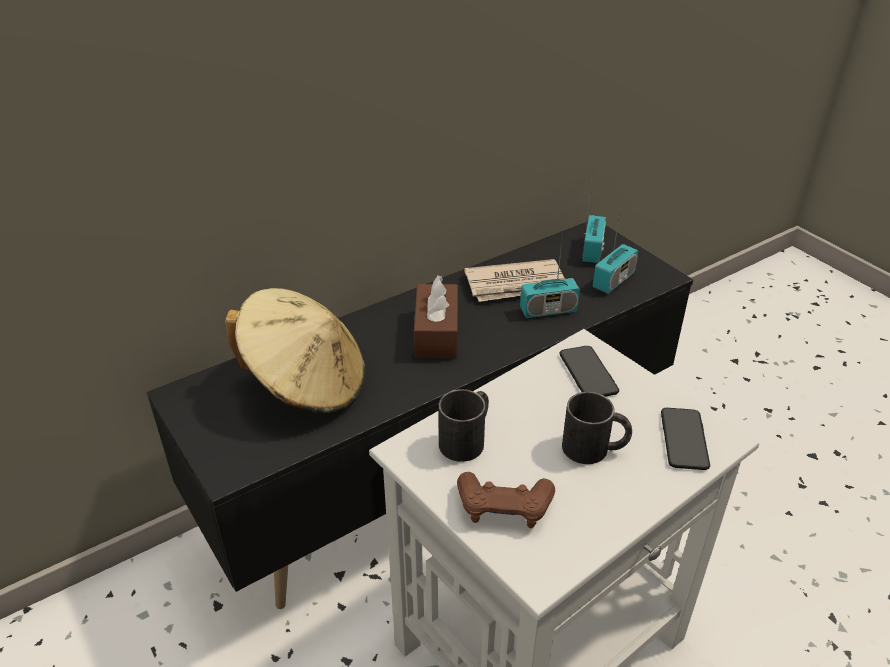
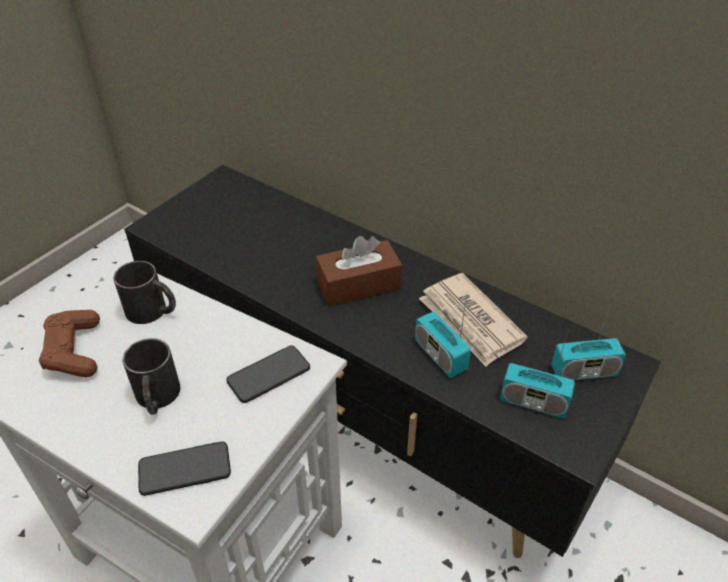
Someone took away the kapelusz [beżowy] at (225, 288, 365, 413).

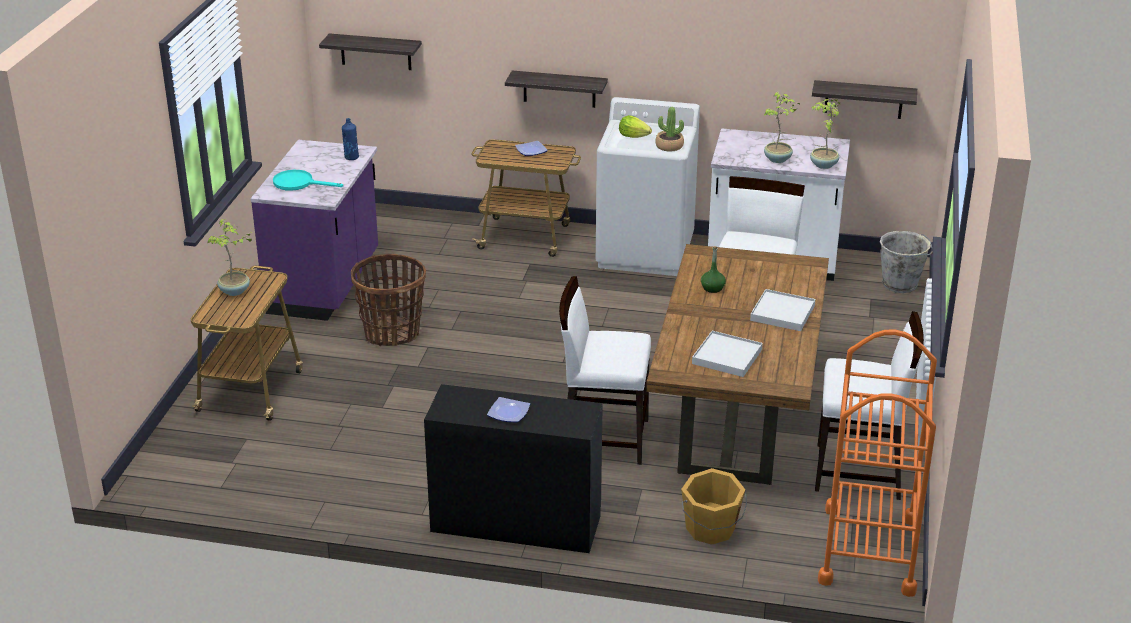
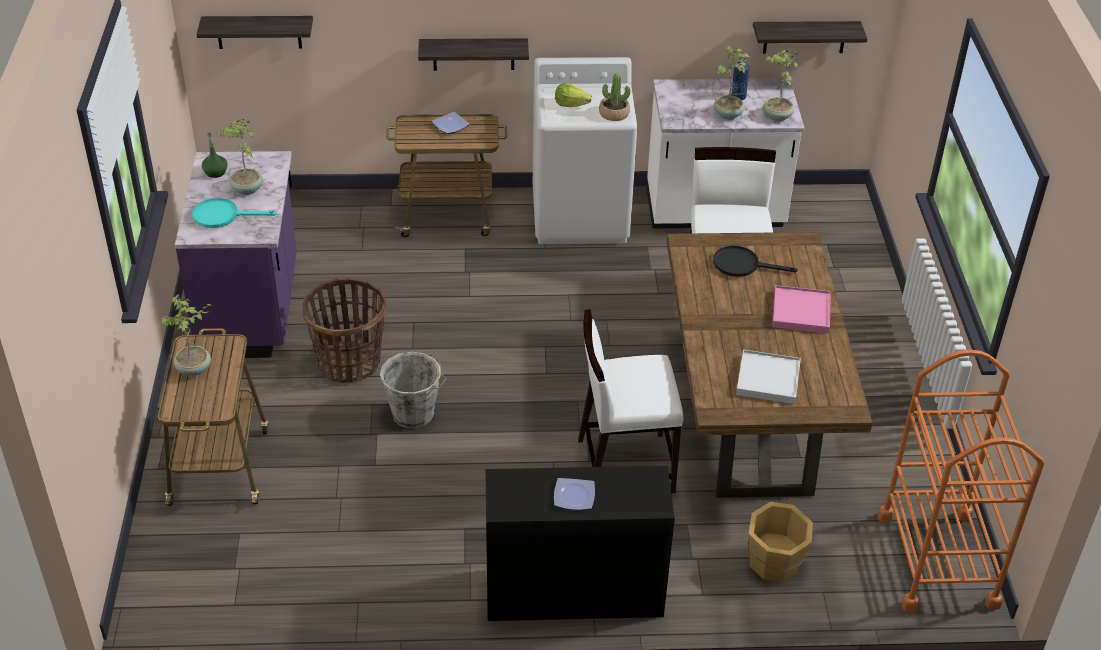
Someone carried the butelka [niebieski] from (342, 118, 359, 160) to (731, 57, 749, 100).
Someone carried the wiadro [szary] from (879, 231, 933, 293) to (380, 352, 447, 428).
Someone carried the butelka [zielony] from (701, 246, 726, 293) to (202, 132, 228, 178).
Someone repainted the taca [biały] at (750, 289, 815, 331), which became the taca [różowy] at (772, 285, 831, 334).
Someone took away the krzesło [biały] at (815, 311, 924, 500).
Someone put down the roślina doniczkowa at (216, 118, 263, 195).
Someone put down the patelnia [czarny] at (713, 246, 798, 277).

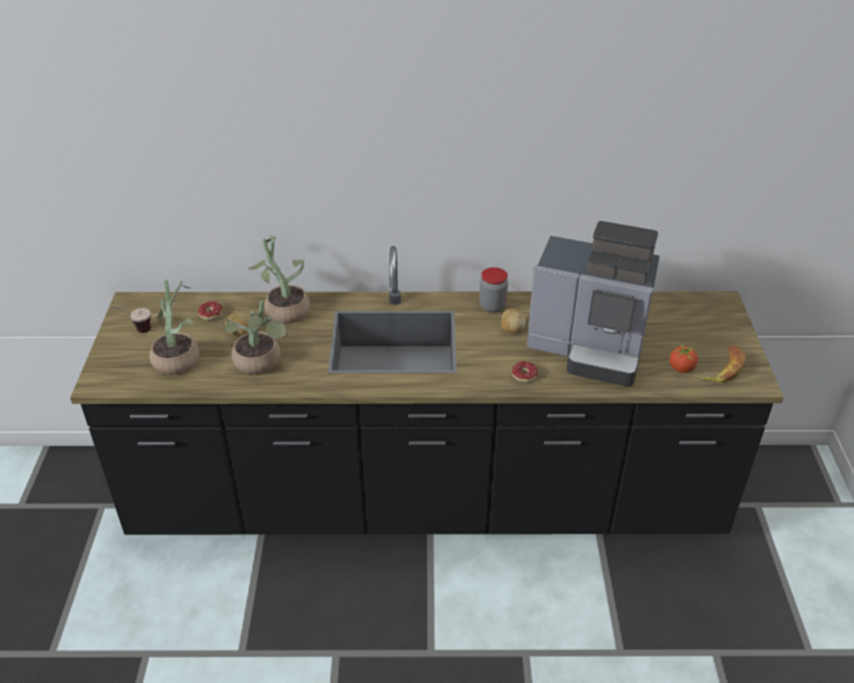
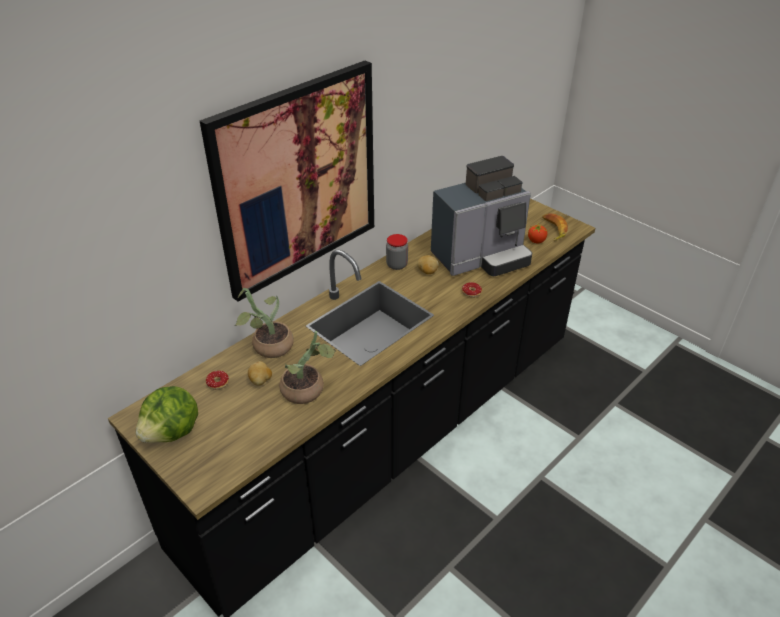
Someone took away the roślina doniczkowa at (149, 280, 200, 375).
Someone swapped the filiżanka at (110, 306, 151, 333) for the sałata at (135, 386, 198, 443).
Someone put up the obraz at (200, 61, 374, 302).

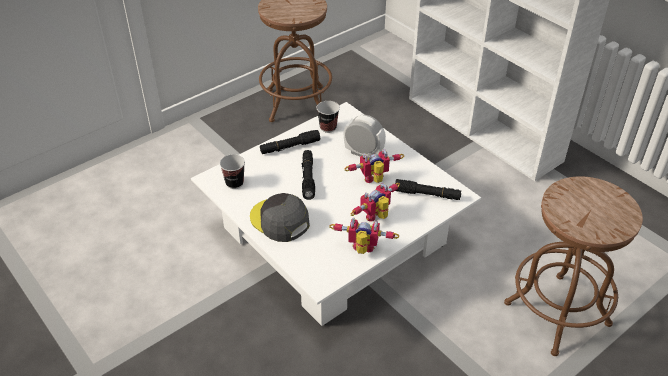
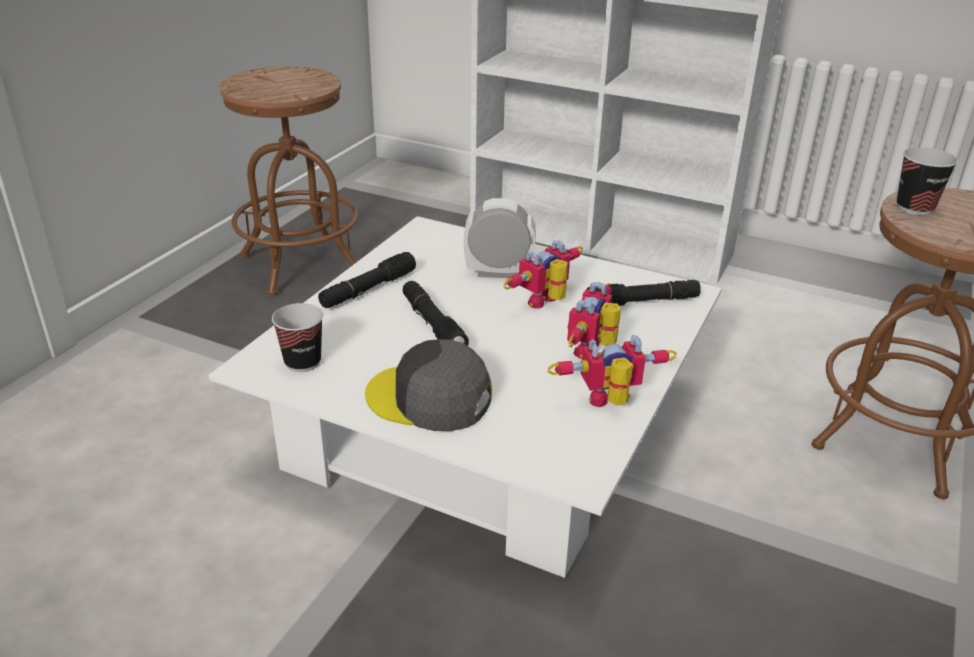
Someone carried the filiżanka from (317, 101, 340, 133) to (897, 147, 958, 215).

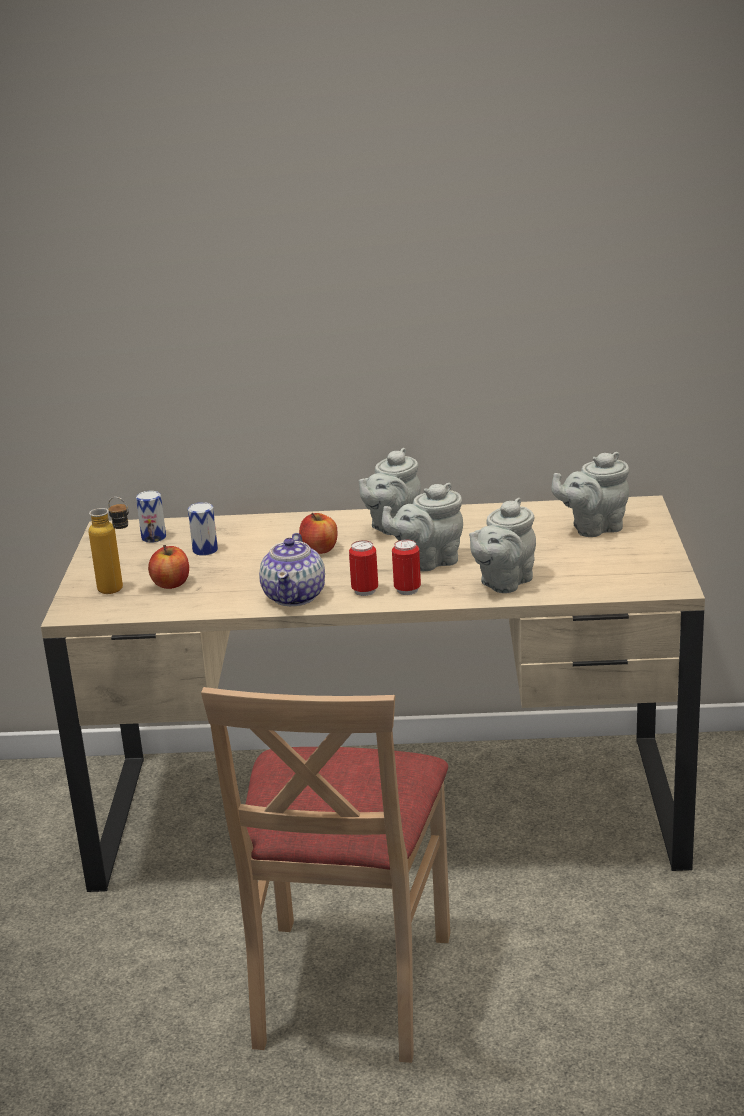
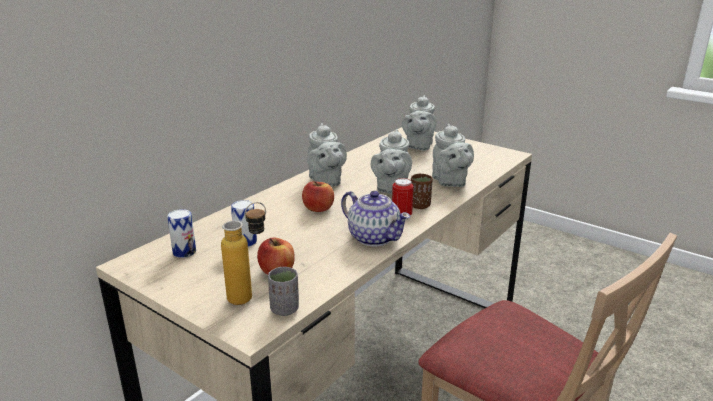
Someone swapped the puszka at (392, 539, 421, 595) for the filiżanka [brązowy] at (411, 174, 433, 209).
Someone put down the filiżanka [szary] at (268, 267, 299, 316).

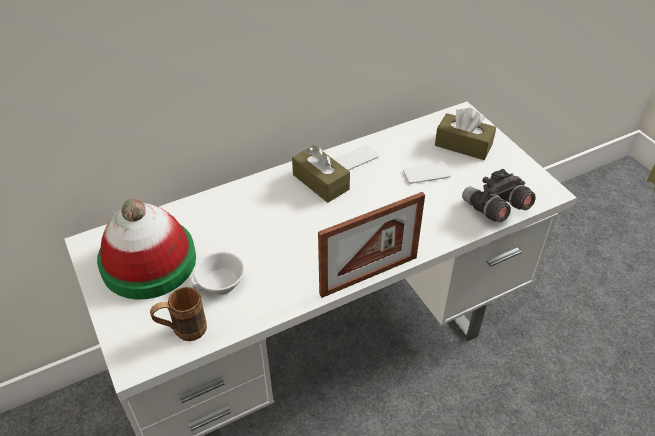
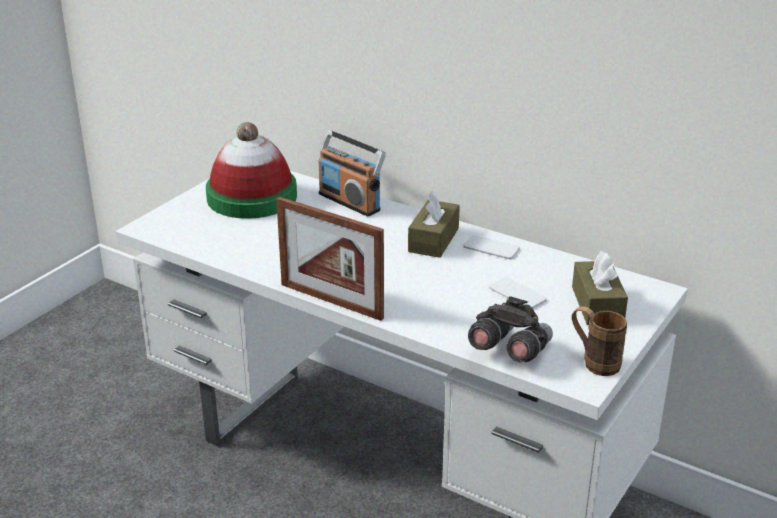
Someone took away the filiżanka [biały] at (187, 251, 245, 295).
Someone carried the kubek [brązowy] from (150, 287, 207, 341) to (572, 306, 627, 376).
Someone put down the radio at (319, 130, 386, 216).

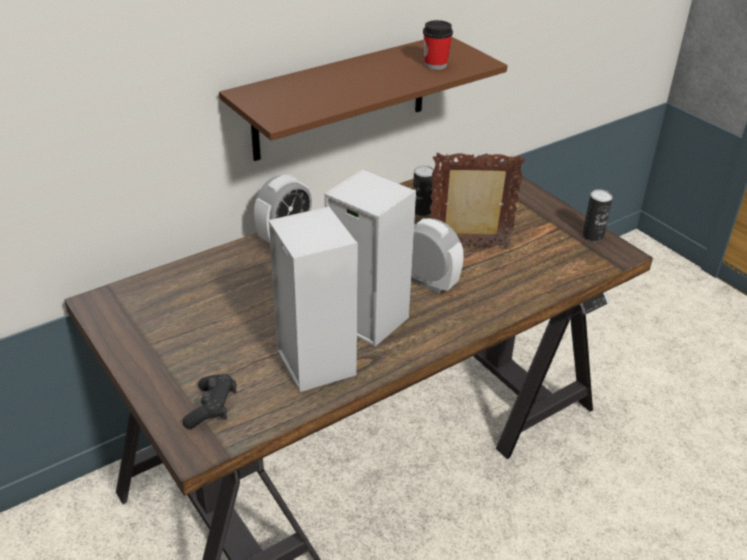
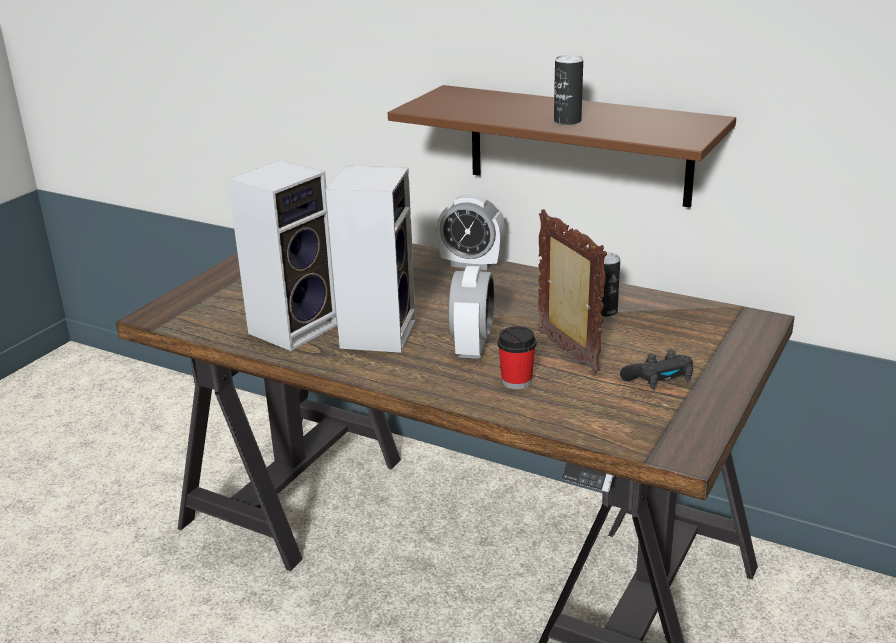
Someone carried the filiżanka from (423, 20, 453, 70) to (497, 326, 536, 389).
Someone carried the puszka from (583, 189, 613, 241) to (554, 55, 583, 125).
Someone carried the pad do gier [czarny] from (183, 374, 237, 429) to (620, 350, 693, 389).

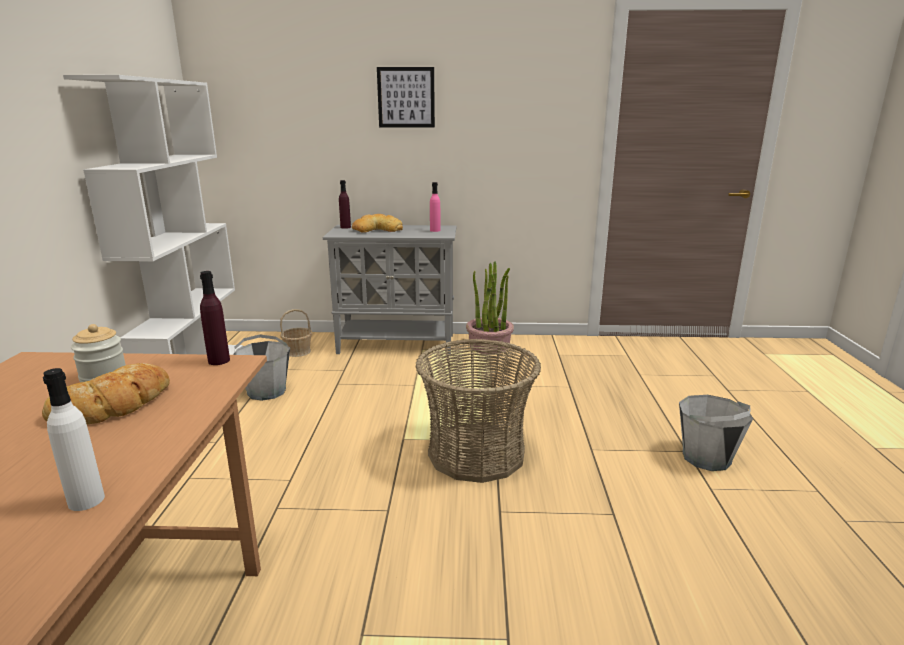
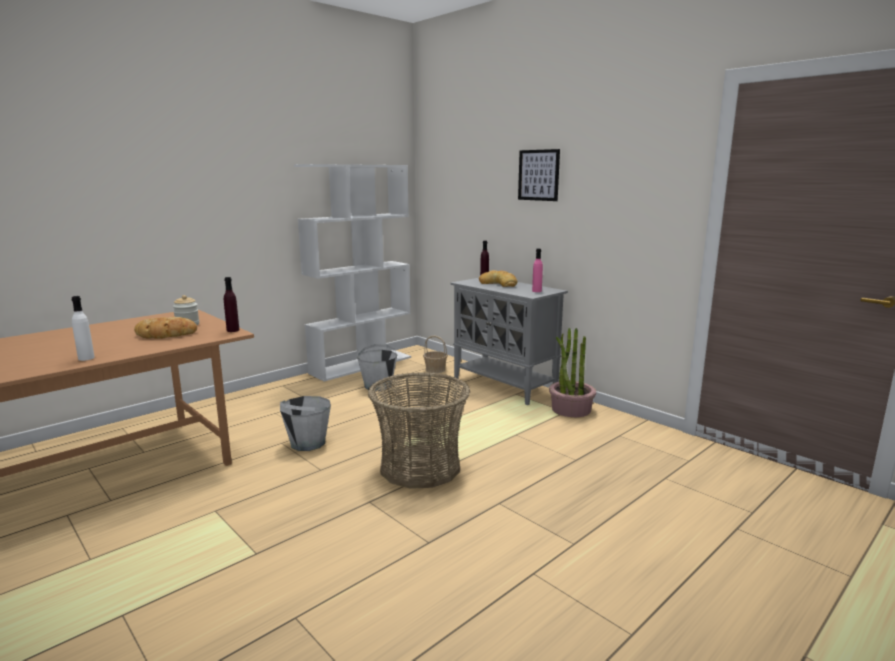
Someone carried the wiadro [szary] from (679, 395, 753, 471) to (280, 396, 331, 451).

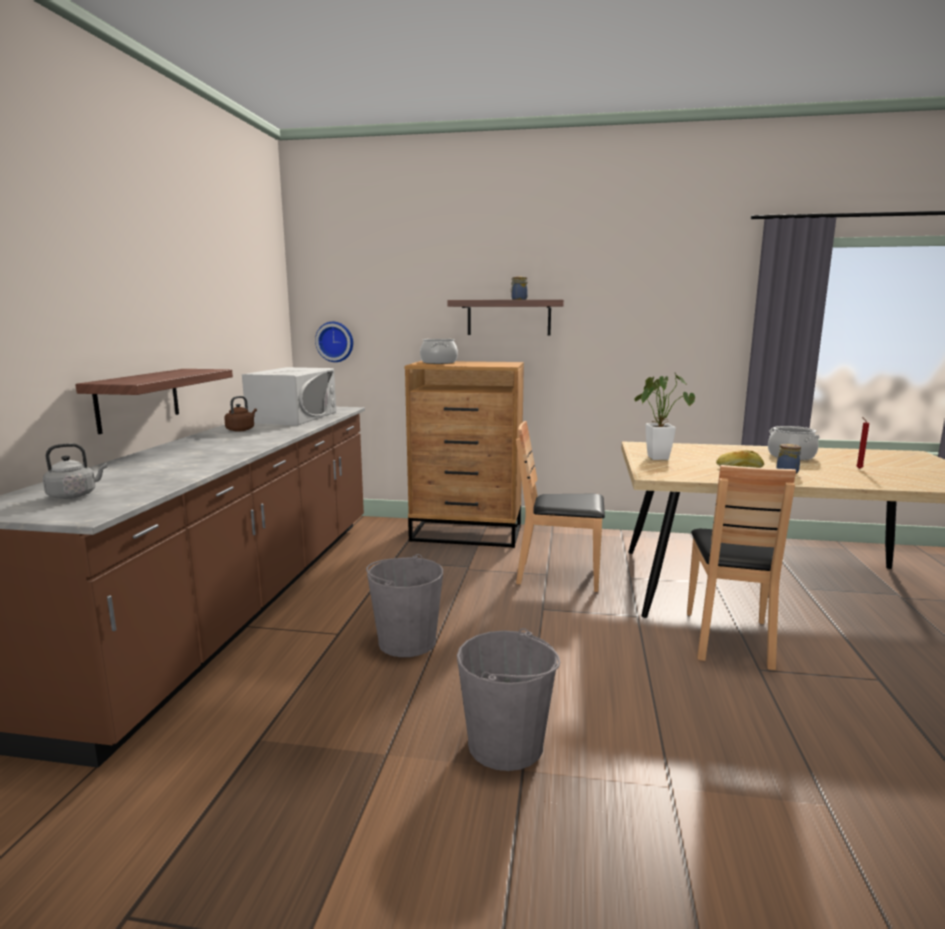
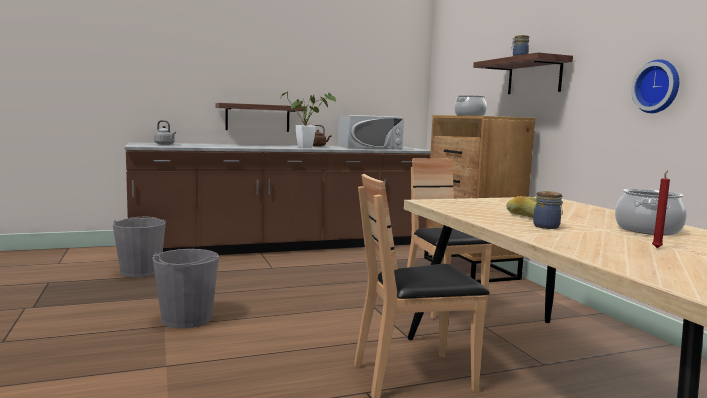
Someone carried the zegar ścienny from (315, 322, 353, 362) to (631, 59, 679, 113).
Someone carried the roślina doniczkowa from (634, 373, 695, 460) to (281, 91, 336, 148).
Someone carried the wiadro [szary] from (366, 554, 443, 657) to (113, 217, 166, 278).

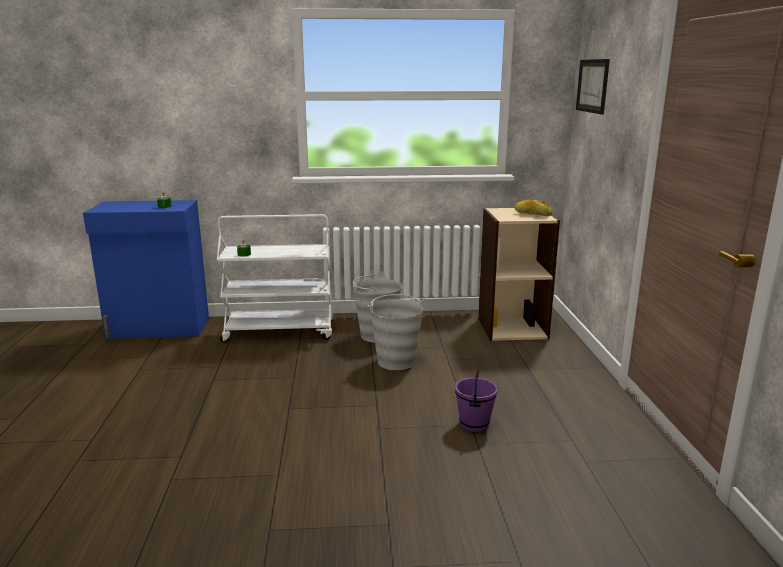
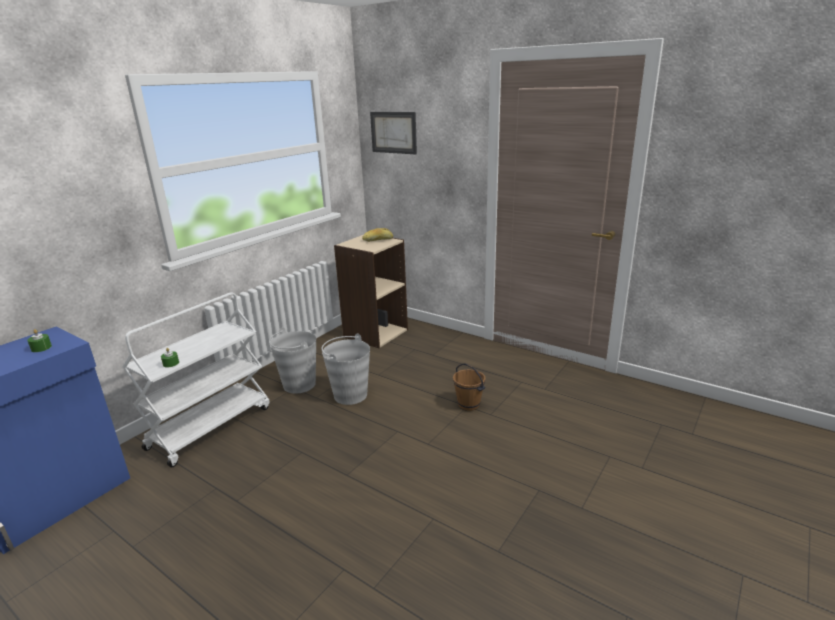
Someone repainted the wiadro [fioletowy] at (455, 368, 498, 432), which became the wiadro [brązowy] at (453, 363, 485, 411).

